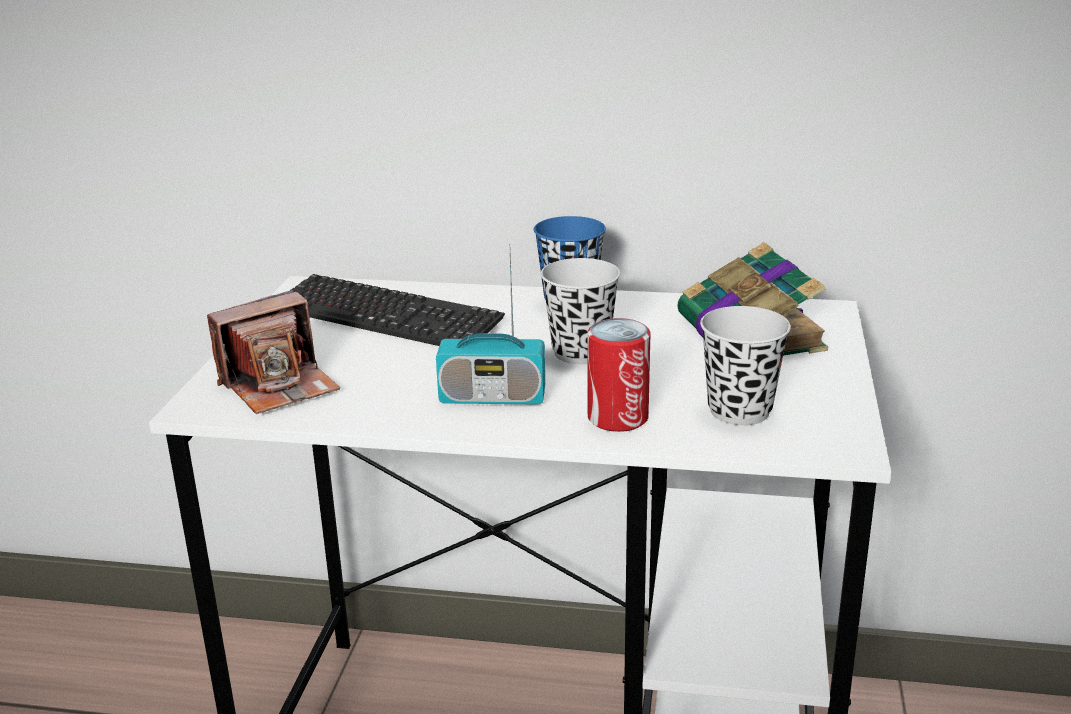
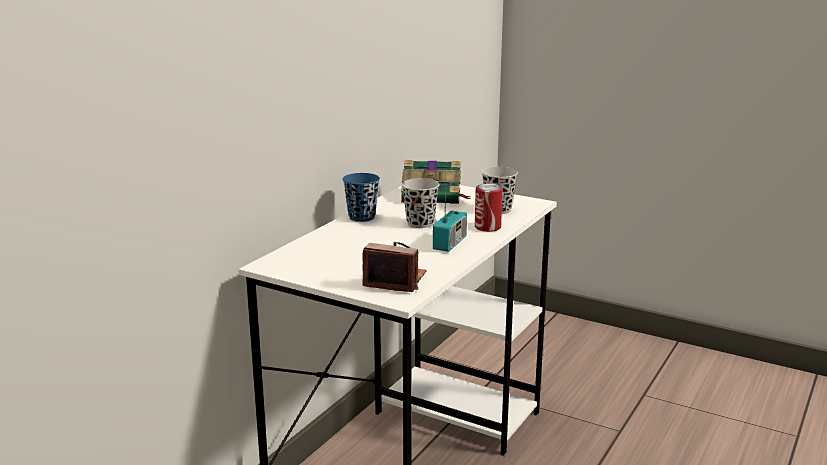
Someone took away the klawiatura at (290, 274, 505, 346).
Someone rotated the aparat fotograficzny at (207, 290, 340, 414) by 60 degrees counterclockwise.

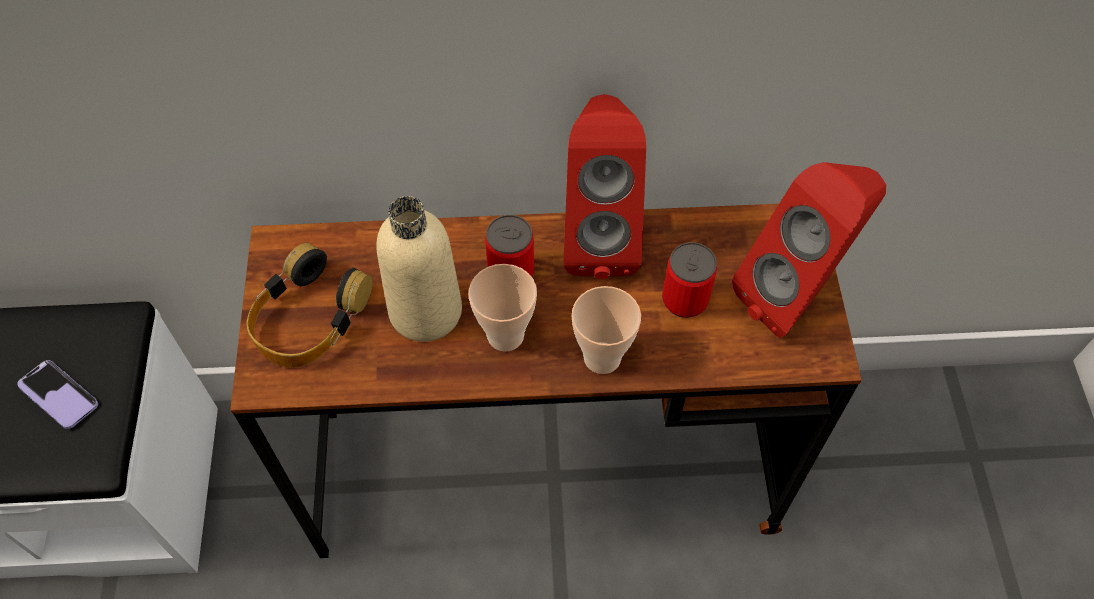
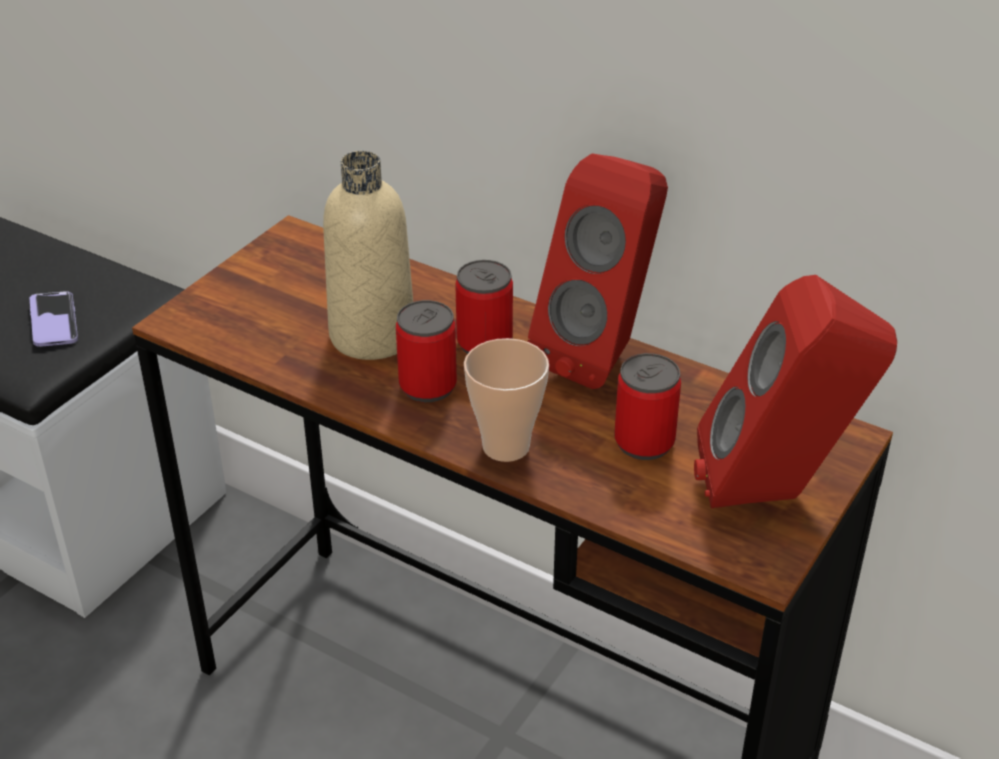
Someone took away the słuchawki at (247, 243, 373, 368).
Someone swapped the filiżanka at (468, 264, 537, 352) for the puszka at (396, 300, 457, 402).

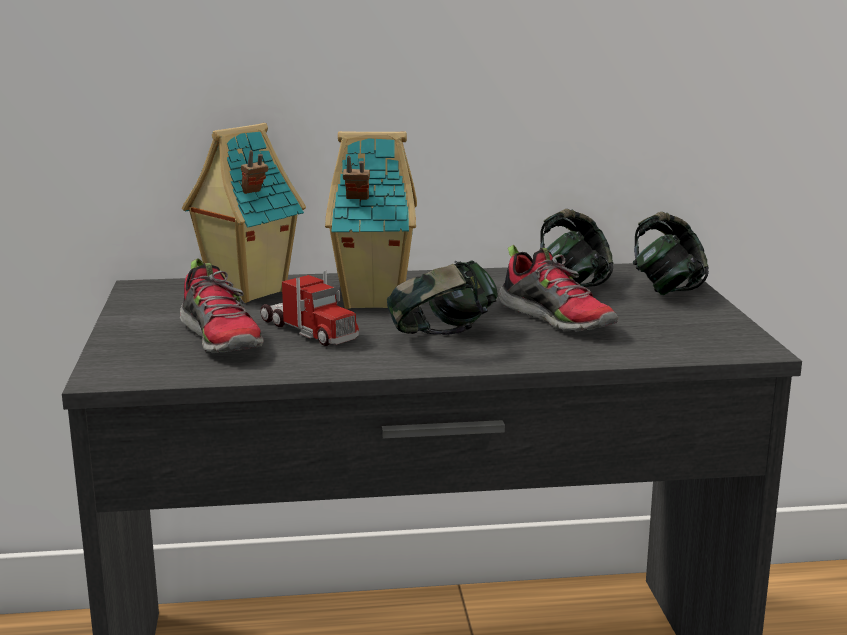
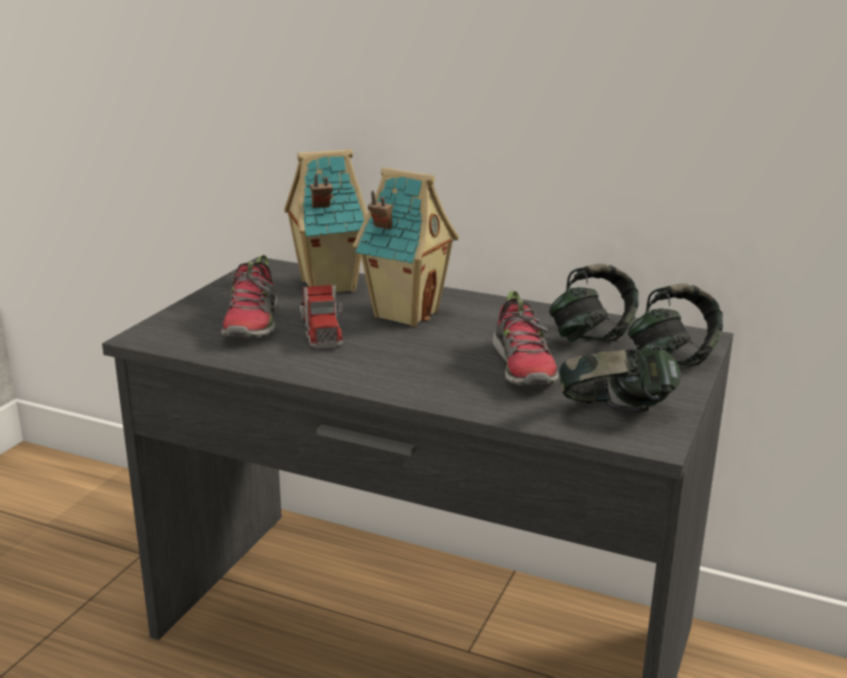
Someone carried the słuchawki from (387, 260, 498, 335) to (559, 345, 681, 413).

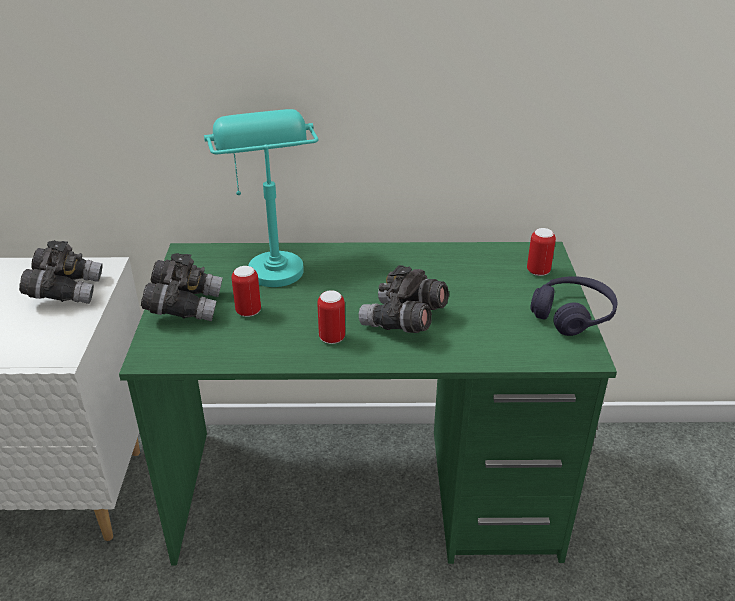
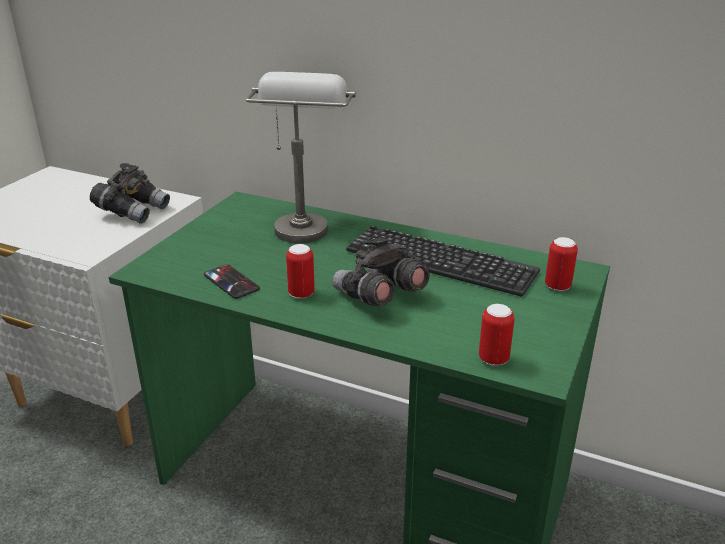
Someone repainted the lampa stołowa [turkusowy] at (204, 109, 319, 287), which became the lampa stołowa [szary] at (245, 72, 356, 243).
Someone took away the lornetka [szary] at (141, 253, 223, 322).
Someone carried the puszka from (232, 266, 261, 317) to (479, 304, 515, 366).
Someone took away the słuchawki [fioletowy] at (530, 276, 617, 336).
Someone put down the klawiatura at (346, 225, 540, 297).
Someone put down the telefon at (204, 264, 260, 299).

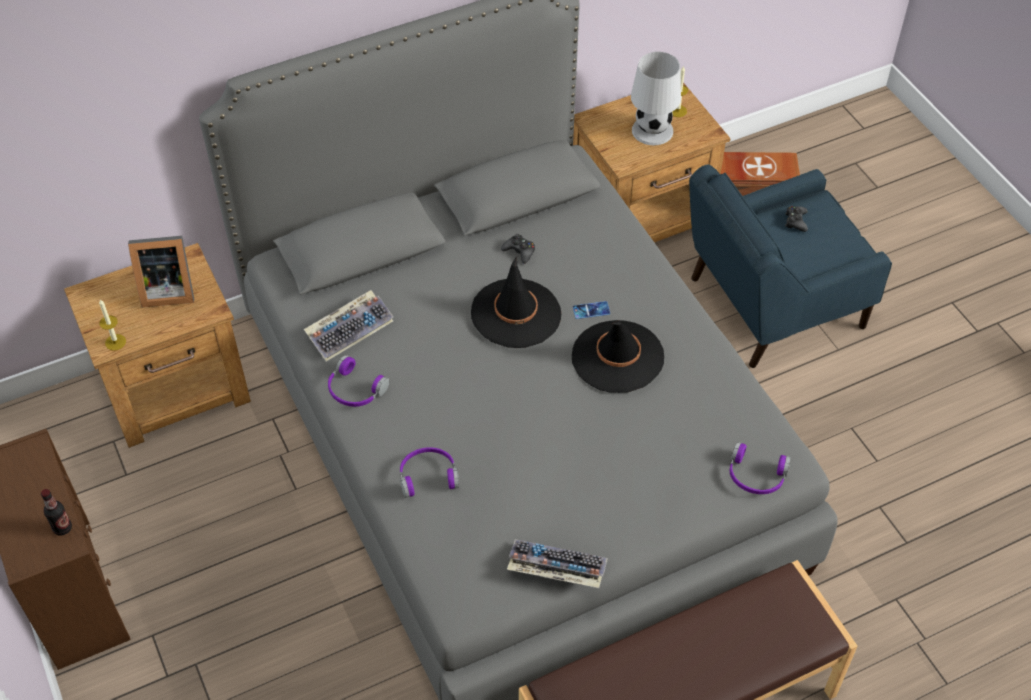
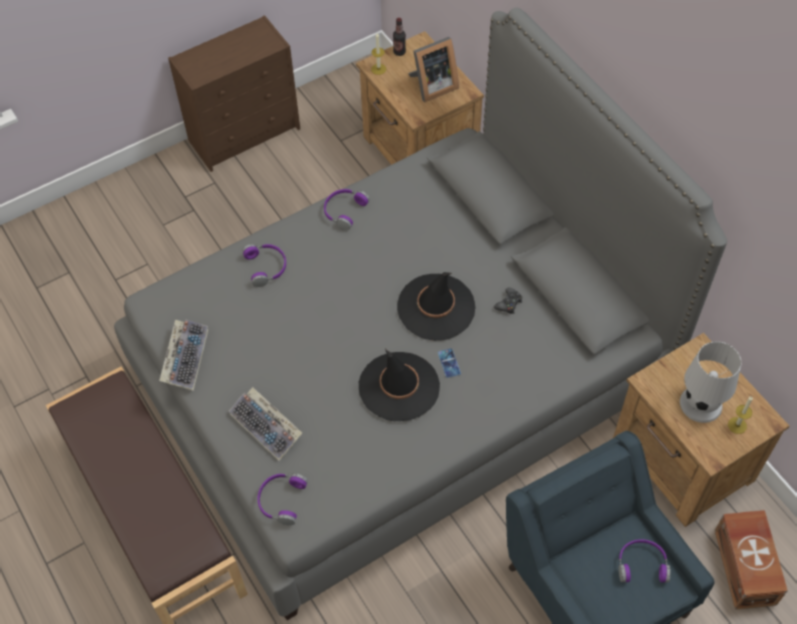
Someone swapped the pad do gier [czarny] at (785, 206, 808, 232) for the słuchawki [fioletowy] at (619, 539, 670, 583).
Someone rotated the ramka na zdjęcie at (128, 236, 194, 308) by 105 degrees counterclockwise.
Someone carried the klawiatura from (304, 290, 394, 361) to (229, 387, 302, 461).
Someone carried the butelka from (41, 489, 72, 536) to (393, 18, 406, 56).

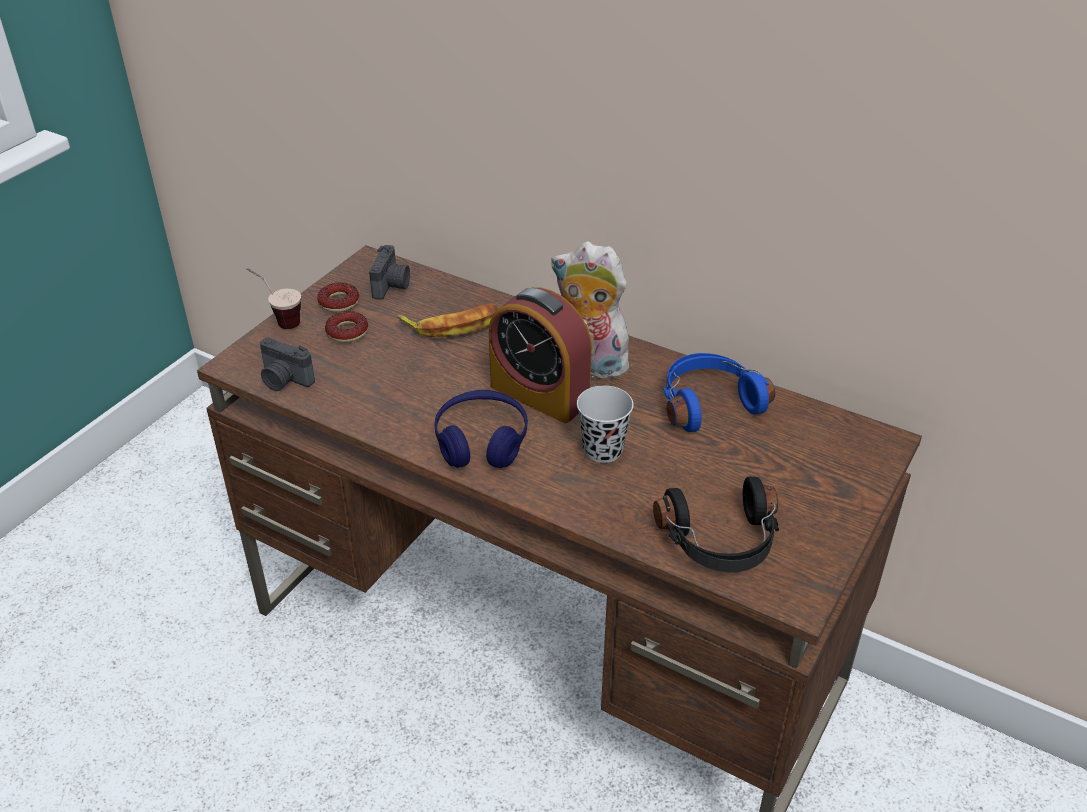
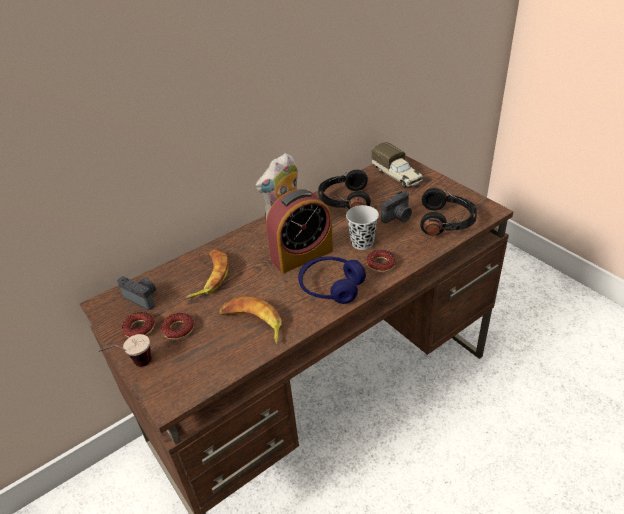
Someone carried the aparat fotograficzny from (260, 337, 315, 391) to (381, 191, 412, 223).
Someone repainted the słuchawki [niebieski] at (663, 353, 775, 432), which became the słuchawki [czarny] at (318, 170, 371, 209).
Someone put down the ciężarówka zabawkowa at (372, 142, 423, 188).
Someone put down the donut at (366, 250, 396, 272).
Someone put down the banan at (219, 297, 282, 344).

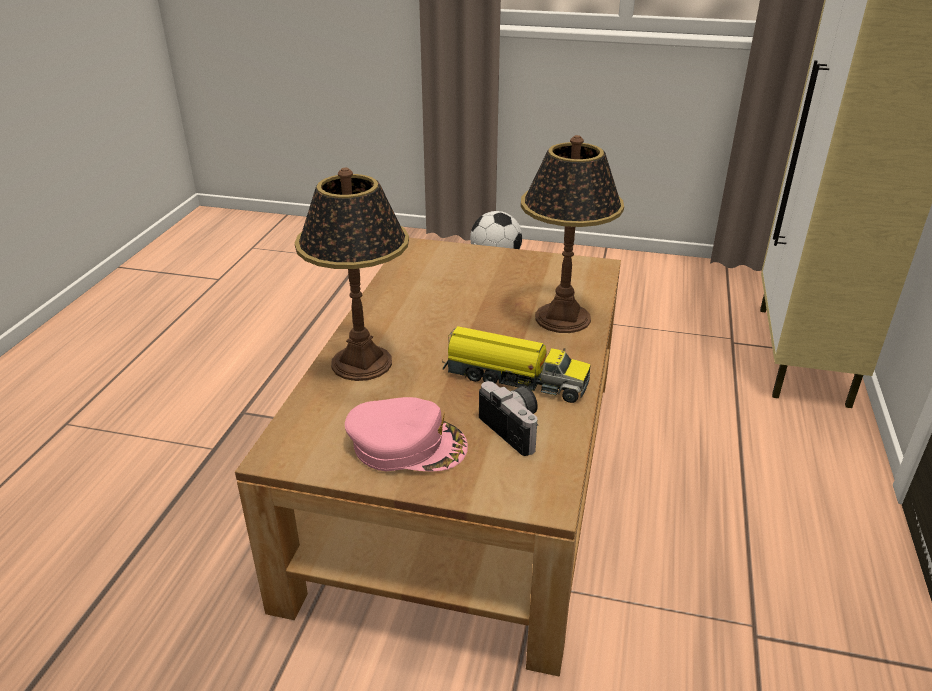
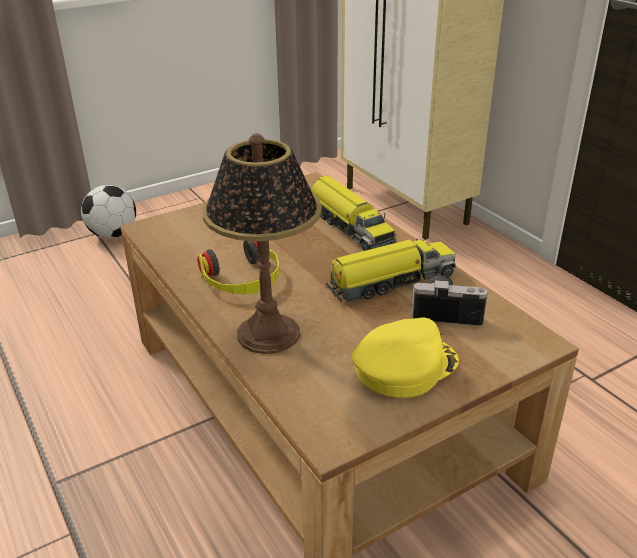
Someone swapped the lampa stołowa at (521, 135, 624, 333) for the ciężarówka zabawkowa at (311, 175, 397, 251).
Someone repainted the czapka z daszkiem [różowy] at (345, 397, 468, 471), which became the czapka z daszkiem [żółty] at (352, 317, 459, 398).
Someone put down the słuchawki at (197, 241, 279, 295).

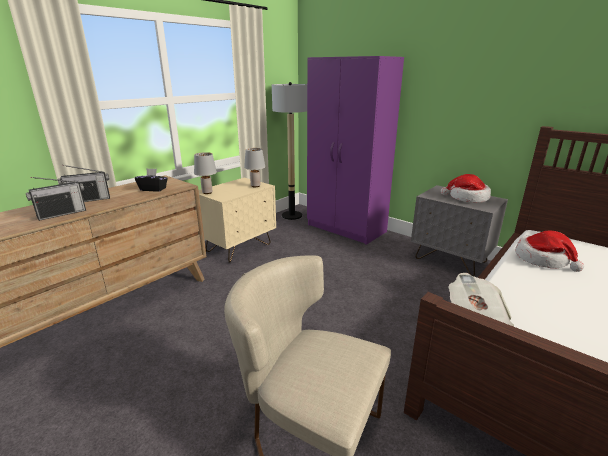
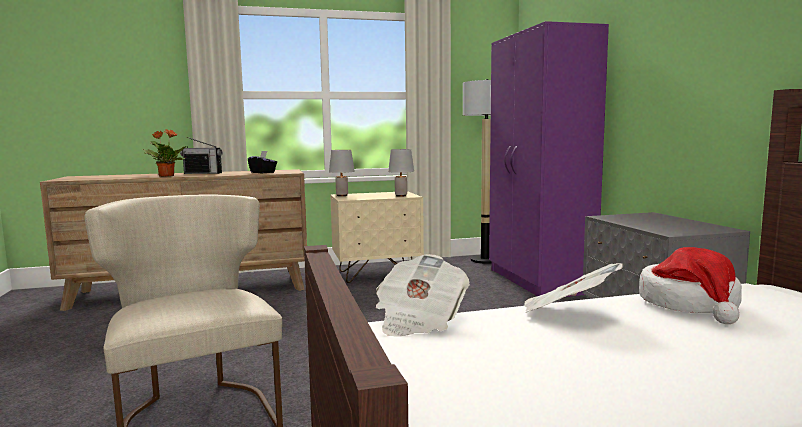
Someone took away the kapelusz at (441, 174, 491, 203).
Someone swapped the radio at (26, 177, 86, 221) for the roślina doniczkowa at (142, 130, 186, 177).
Someone put down the gazeta at (524, 263, 623, 313).

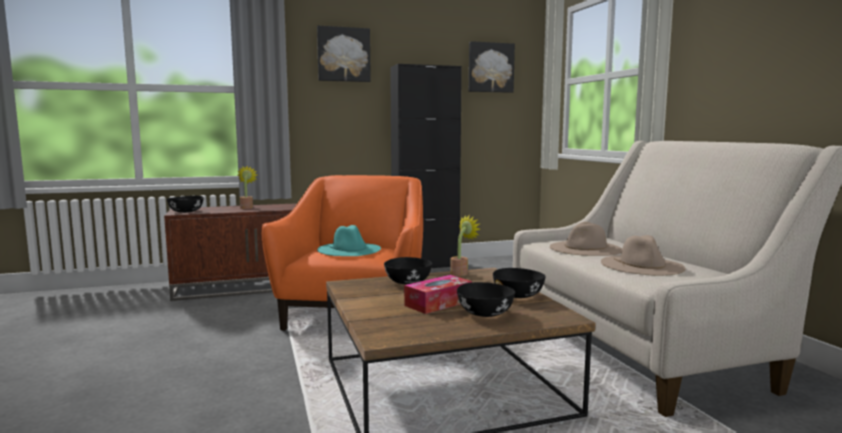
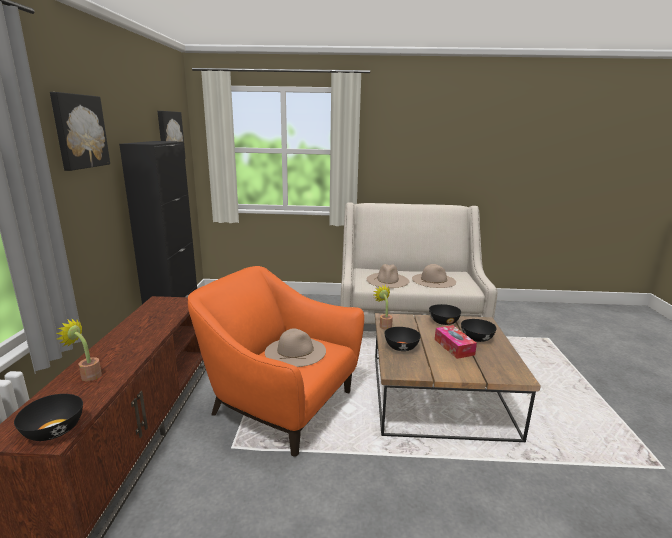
Someone repainted the kapelusz [turkusowy] at (317, 225, 381, 256), which became the kapelusz [beżowy] at (265, 328, 326, 367).

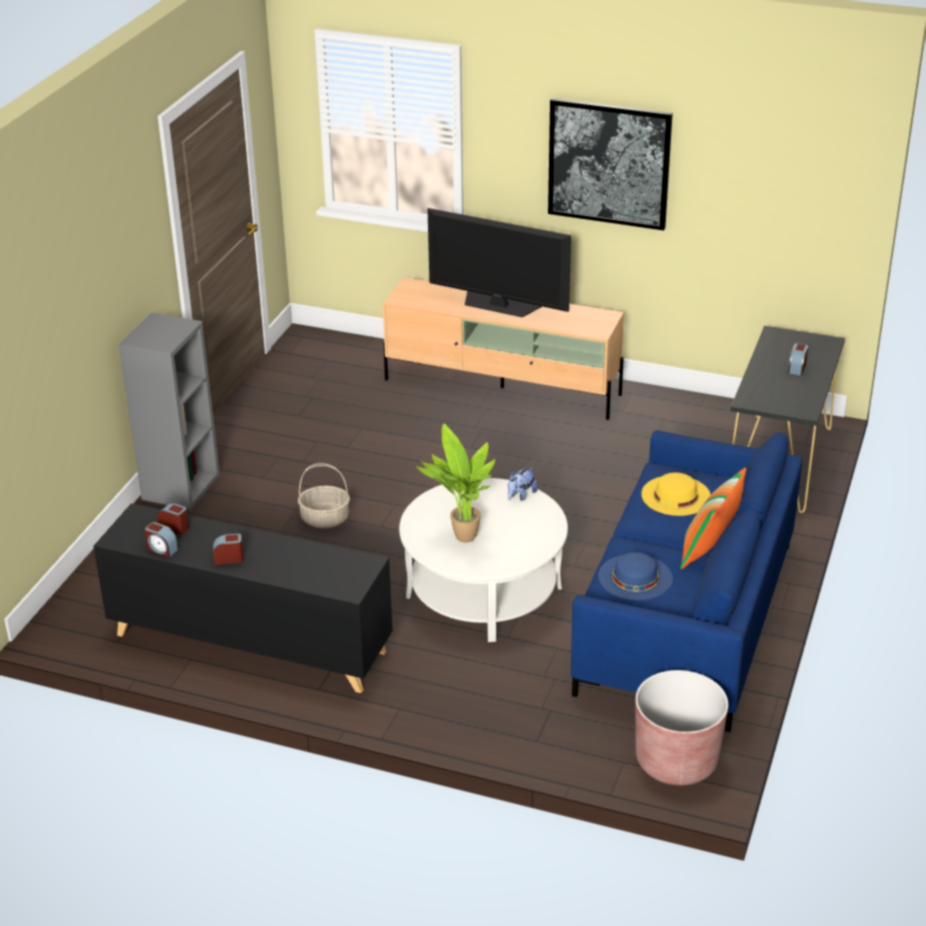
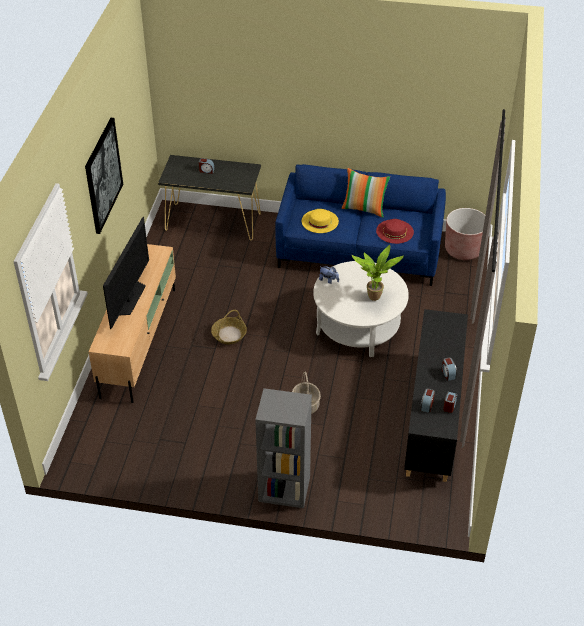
Someone repainted the kapelusz [niebieski] at (598, 552, 673, 600), which became the kapelusz [czerwony] at (376, 219, 414, 244).
Someone put down the koszyk at (211, 310, 247, 344).

